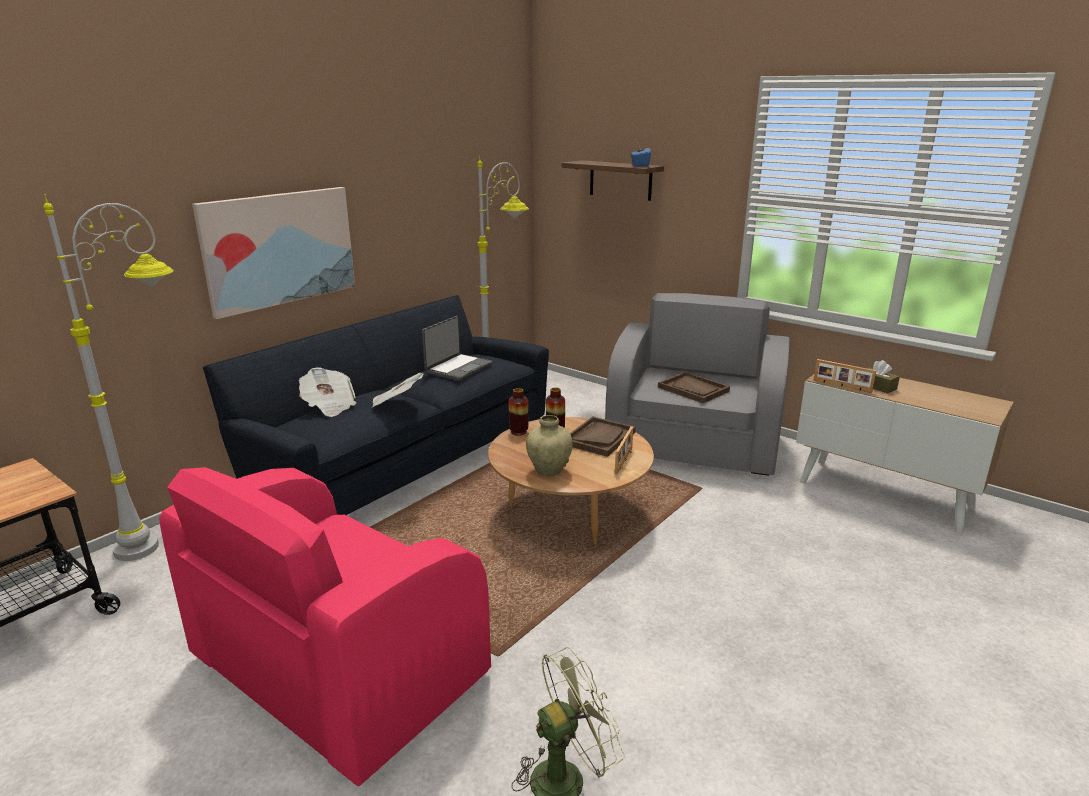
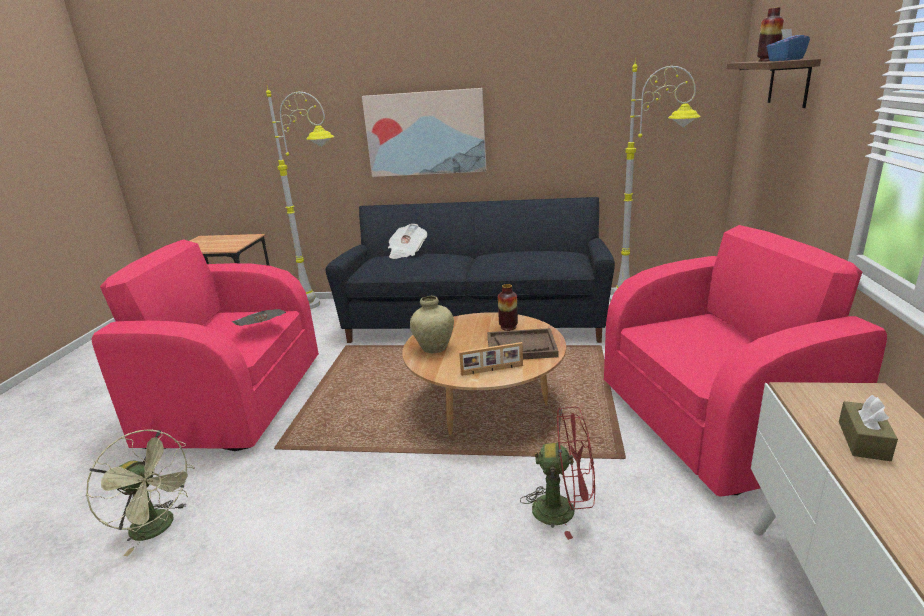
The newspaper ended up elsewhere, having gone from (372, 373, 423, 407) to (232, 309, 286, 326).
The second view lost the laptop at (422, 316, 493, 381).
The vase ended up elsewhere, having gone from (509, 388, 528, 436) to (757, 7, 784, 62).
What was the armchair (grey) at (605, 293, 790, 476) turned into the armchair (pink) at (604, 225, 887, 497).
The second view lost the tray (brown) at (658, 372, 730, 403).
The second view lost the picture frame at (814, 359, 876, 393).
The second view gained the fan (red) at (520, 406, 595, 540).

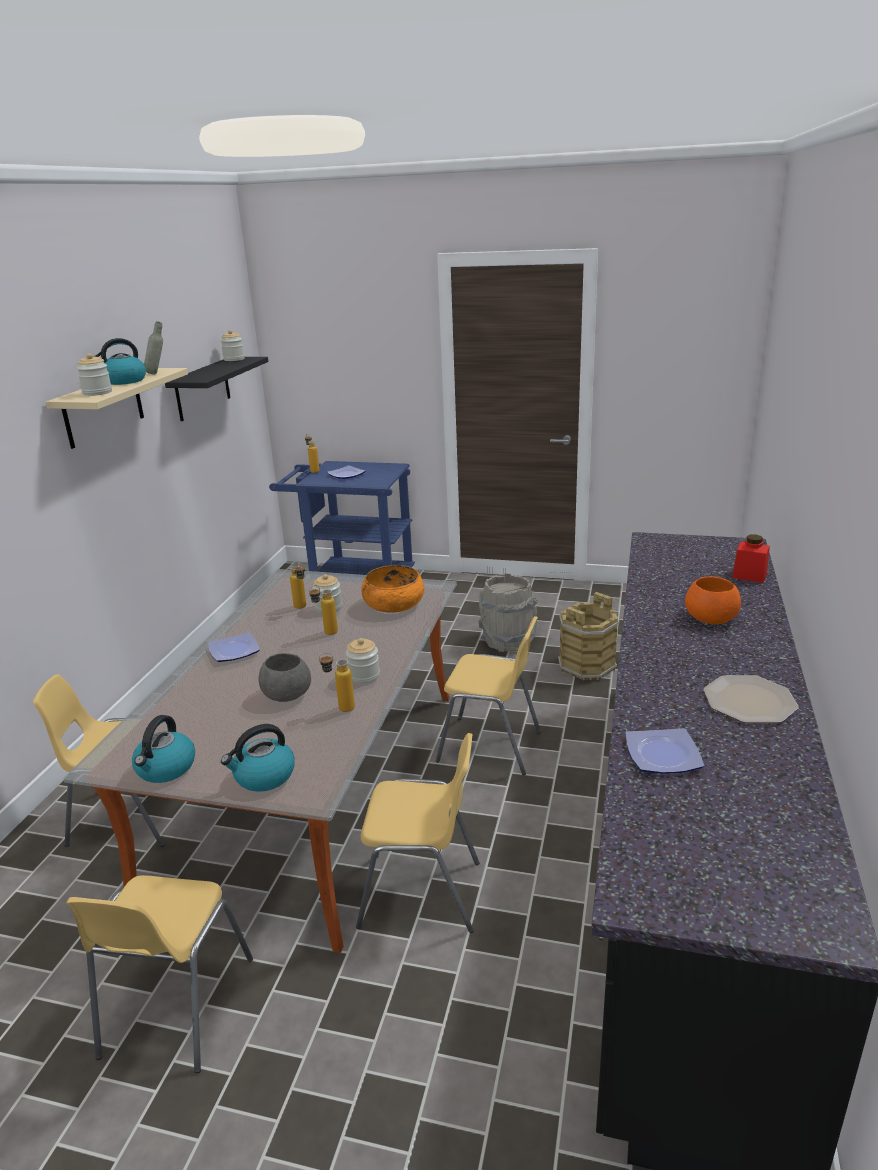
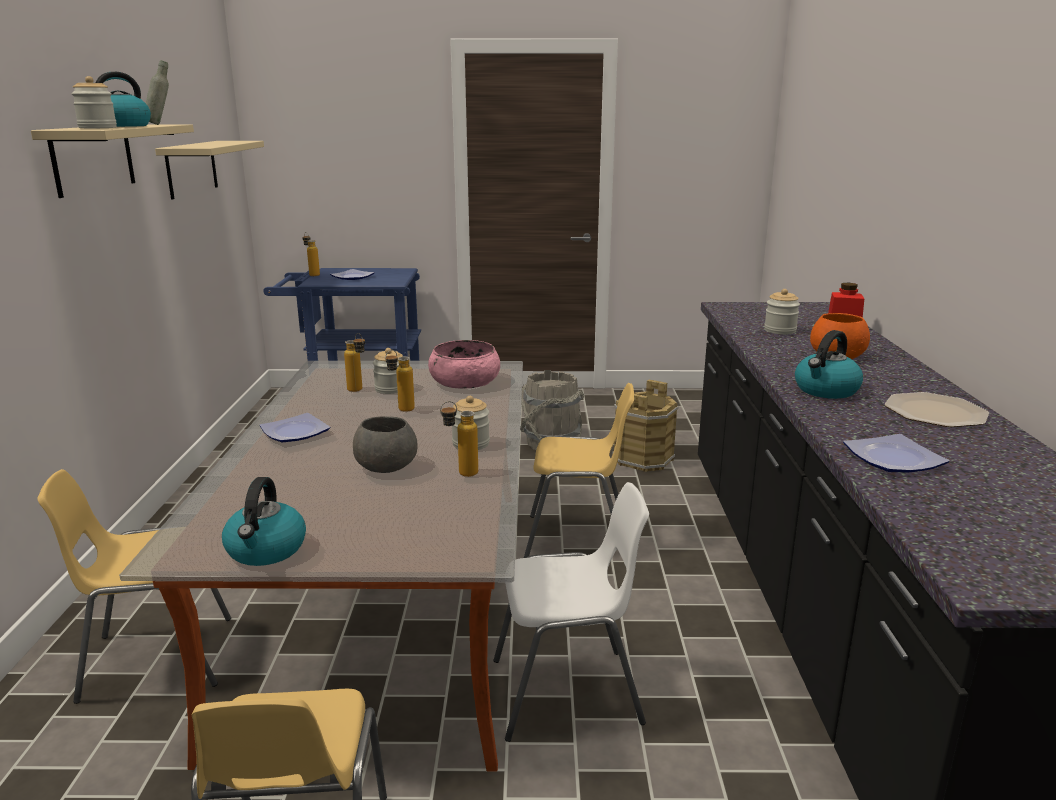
What was the shelf (black) at (165, 357, 268, 421) turned into the shelf (beige) at (155, 141, 264, 199).
The jar ended up elsewhere, having gone from (221, 330, 245, 361) to (764, 289, 800, 335).
The kettle ended up elsewhere, having gone from (221, 724, 295, 792) to (795, 330, 863, 399).
What was the chair (yellow) at (356, 733, 479, 933) turned into the chair (white) at (493, 482, 649, 742).
What was the bowl (orange) at (361, 565, 424, 613) turned into the bowl (pink) at (428, 340, 500, 388).

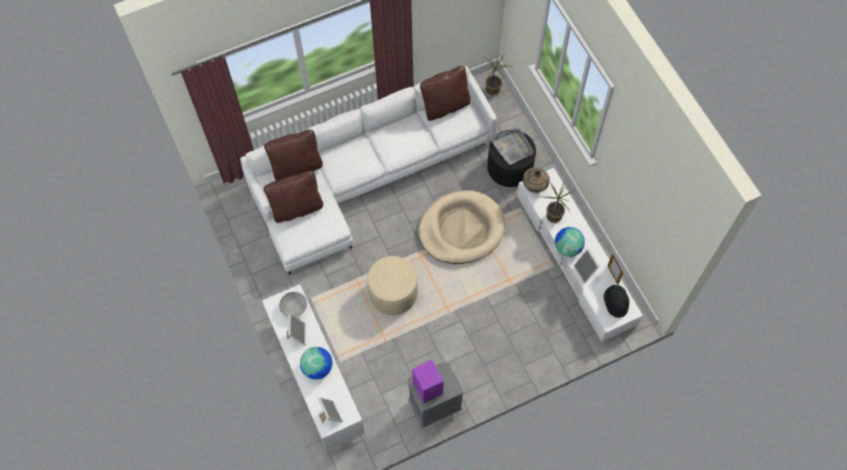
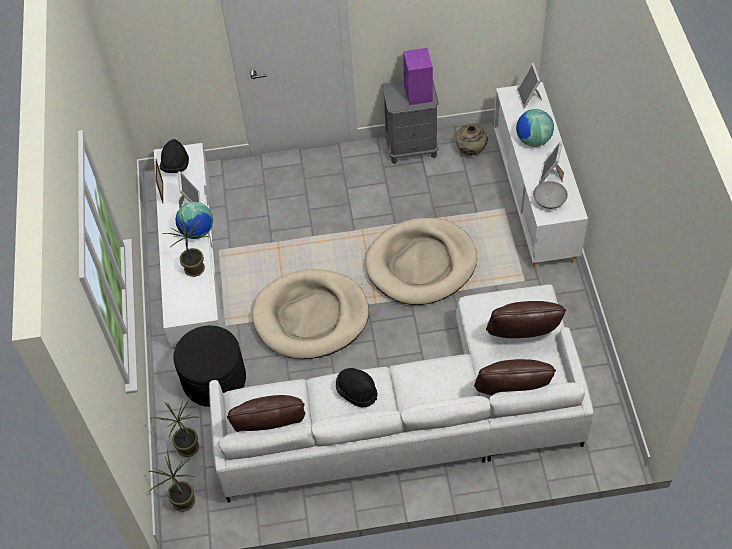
Where the ottoman (beige) stood at (367, 256, 417, 315), the dog bed (beige) came to stand at (365, 218, 478, 305).
The second view lost the tray (grey) at (491, 128, 533, 165).
The vase (beige) ended up elsewhere, having gone from (523, 168, 550, 193) to (456, 124, 488, 155).
The second view gained the potted plant at (149, 397, 199, 457).
The second view gained the hat (black) at (336, 368, 377, 407).

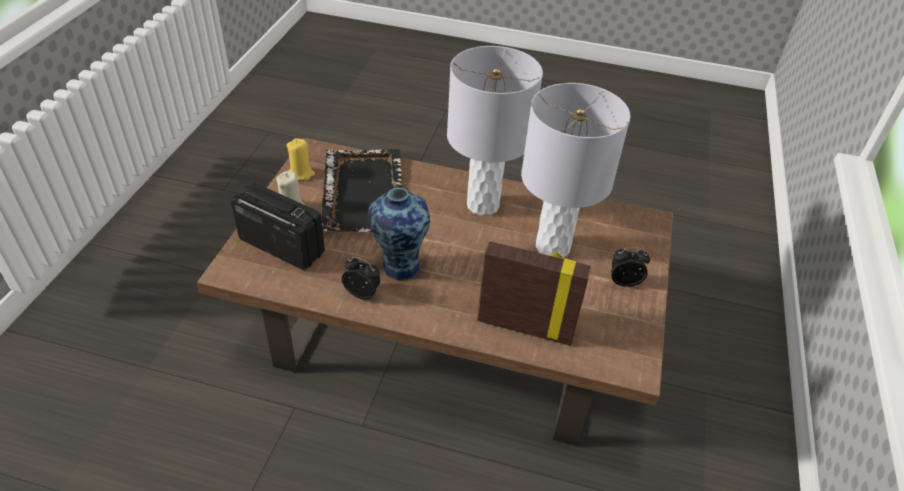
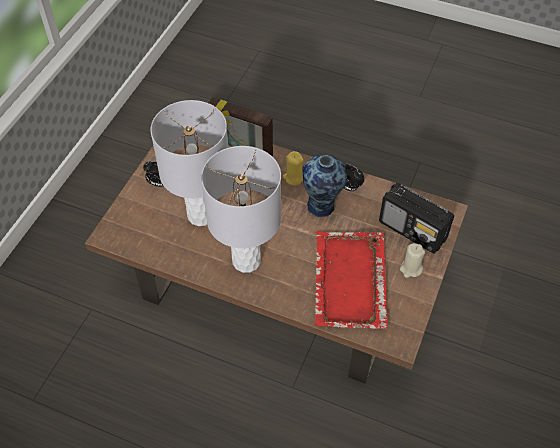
The candle (yellow) ended up elsewhere, having gone from (287, 138, 315, 181) to (283, 151, 303, 186).
What was the tray (black) at (321, 149, 402, 232) turned into the tray (red) at (315, 231, 388, 329).

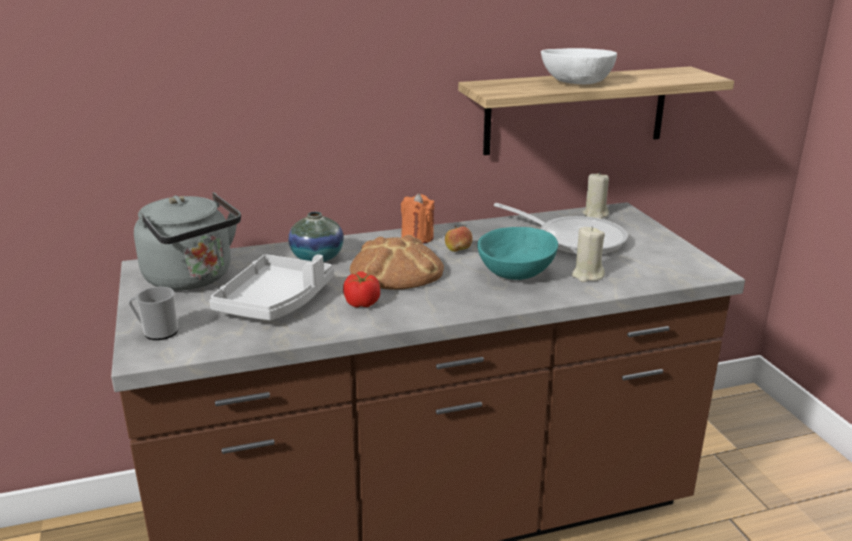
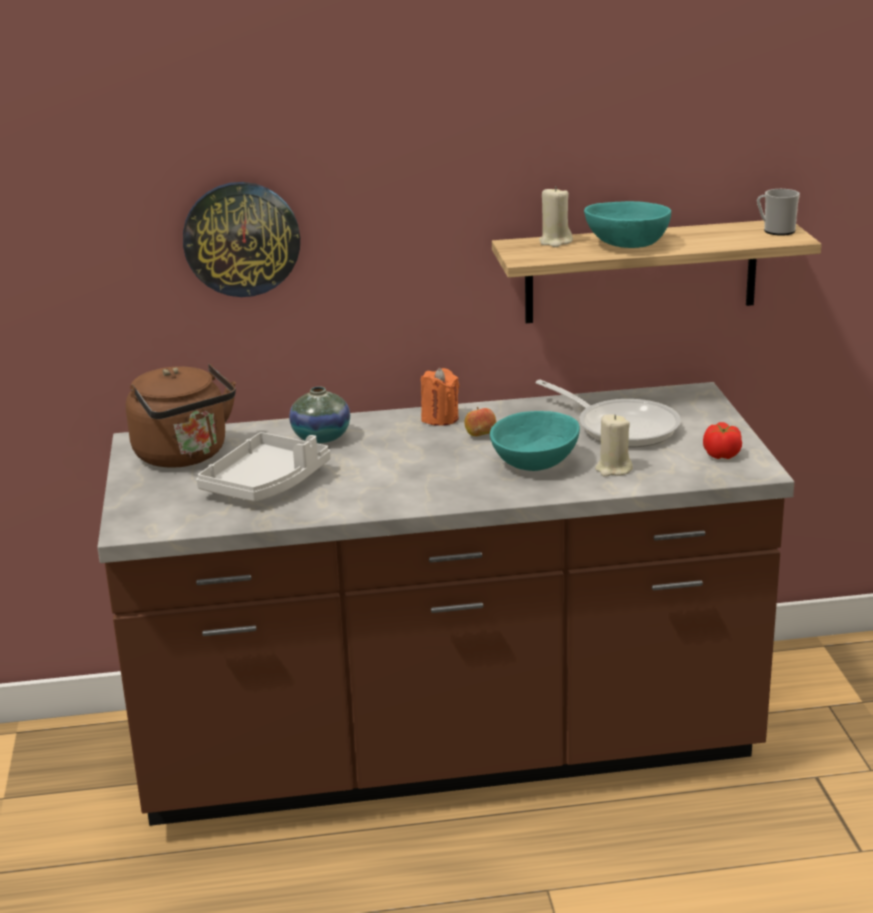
The mug ended up elsewhere, having gone from (128, 287, 178, 340) to (757, 189, 800, 236).
What was the kettle (grey) at (134, 192, 241, 291) turned into the kettle (brown) at (126, 364, 236, 468).
The tomato ended up elsewhere, having gone from (343, 272, 380, 308) to (703, 422, 742, 459).
The second view lost the bread at (350, 235, 444, 290).
What was the bowl (white) at (541, 48, 617, 84) turned into the bowl (turquoise) at (584, 201, 671, 248).
The candle (beige) ended up elsewhere, having gone from (583, 172, 609, 219) to (539, 186, 573, 247).
The second view gained the wall clock at (183, 182, 300, 297).

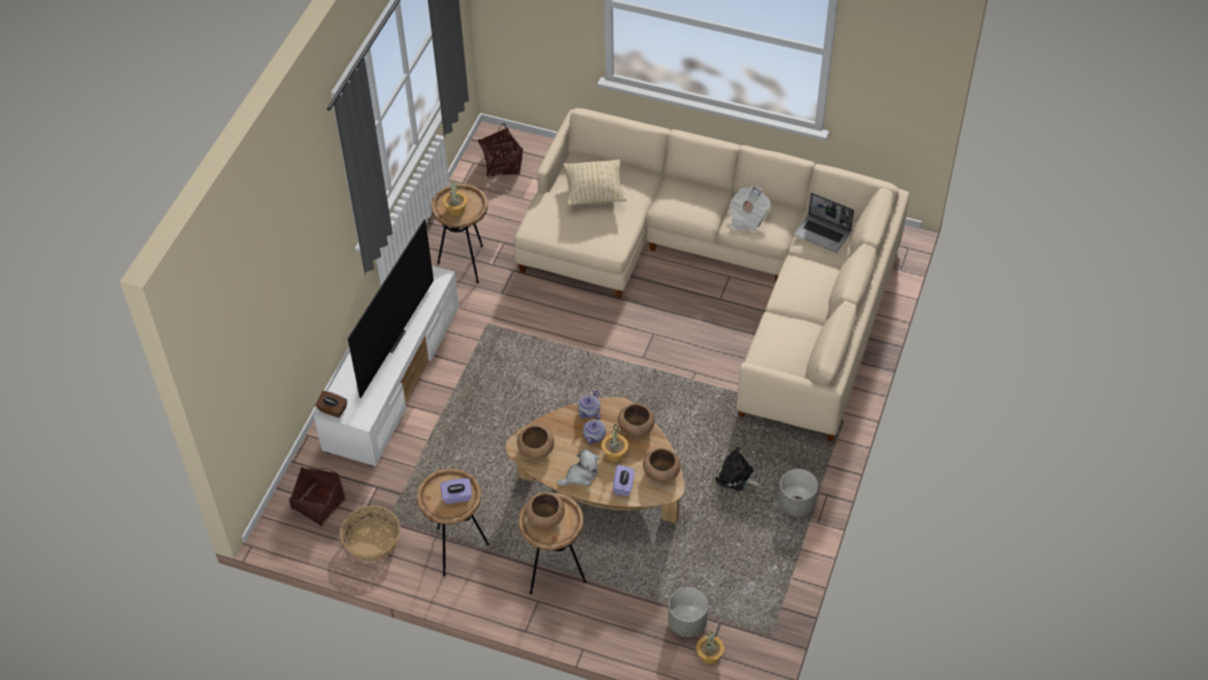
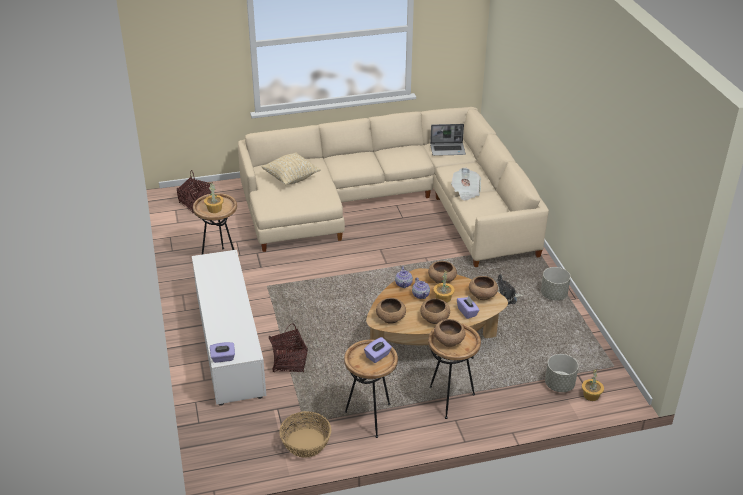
The basket ended up elsewhere, having gone from (289, 467, 345, 527) to (269, 323, 308, 372).
What was the tissue box (brown) at (315, 391, 347, 418) turned into the tissue box (purple) at (210, 342, 235, 363).
The second view lost the television at (348, 219, 434, 398).
Where the plush toy stood at (557, 449, 599, 486), the bowl (brown) came to stand at (420, 298, 450, 324).
The newspaper ended up elsewhere, having gone from (728, 186, 771, 231) to (451, 168, 481, 201).

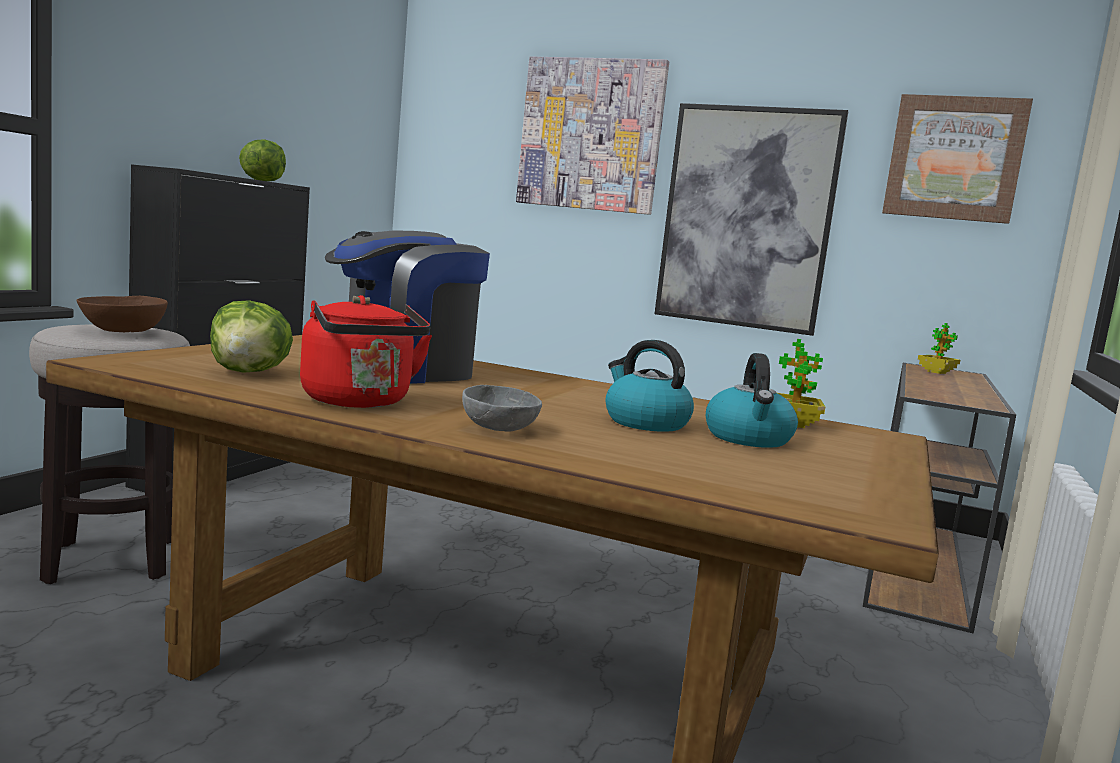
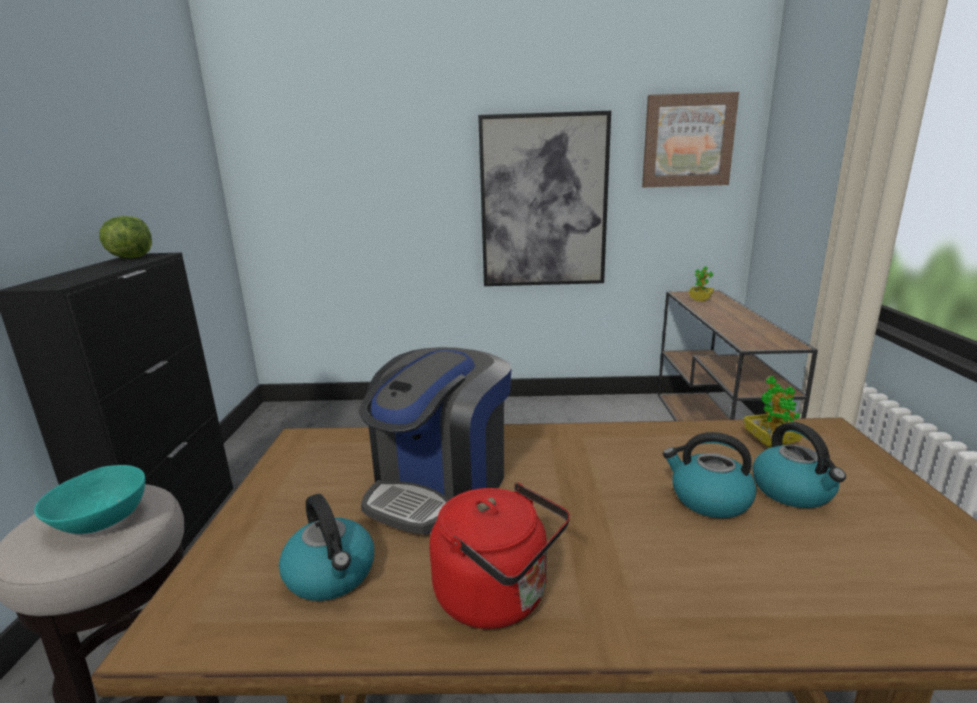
What was the bowl (brown) at (76, 296, 168, 332) turned into the bowl (turquoise) at (34, 465, 145, 534).
Where the lettuce stood at (210, 300, 293, 373), the kettle came to stand at (279, 494, 374, 601).
The second view lost the bowl (grey) at (462, 385, 542, 432).
The second view lost the picture at (516, 56, 669, 215).

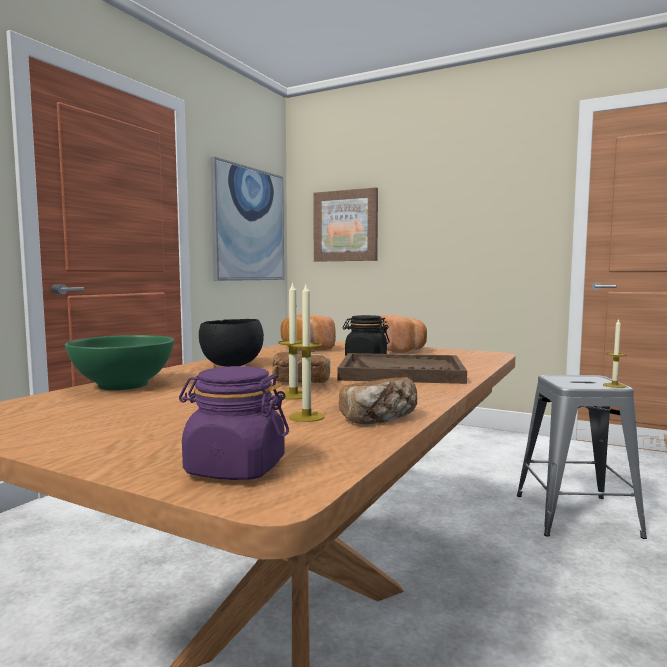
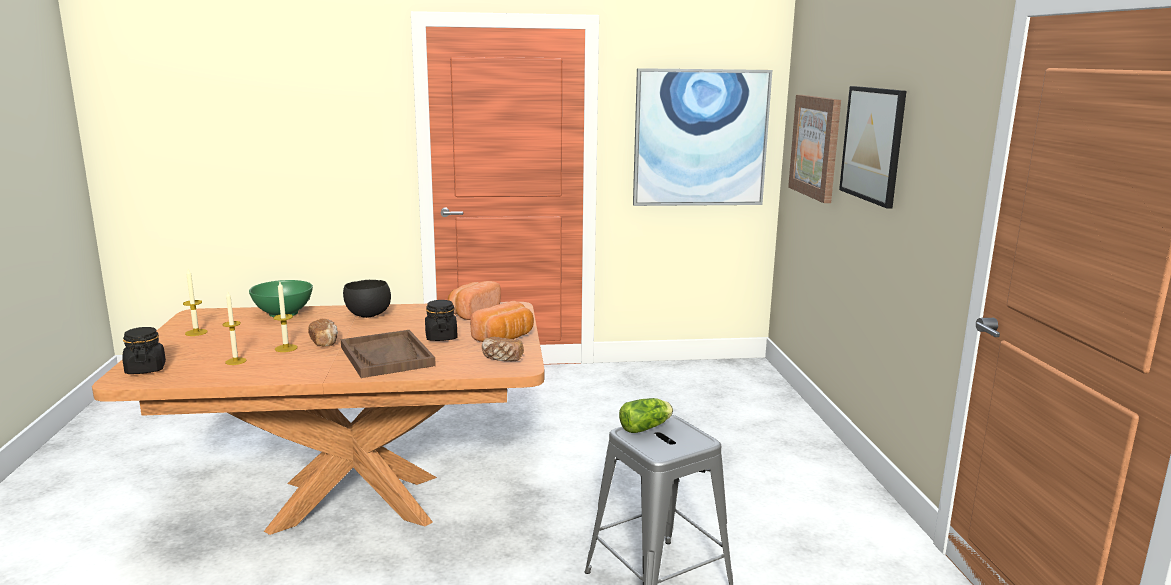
What was the jar (purple) at (179, 366, 289, 480) turned into the jar (black) at (122, 327, 166, 374).
The bread ended up elsewhere, having gone from (339, 377, 417, 424) to (482, 337, 524, 361).
The candle ended up elsewhere, having gone from (603, 319, 627, 388) to (183, 269, 208, 336).
The second view gained the lettuce at (619, 398, 673, 433).
The second view gained the picture at (839, 86, 907, 208).

